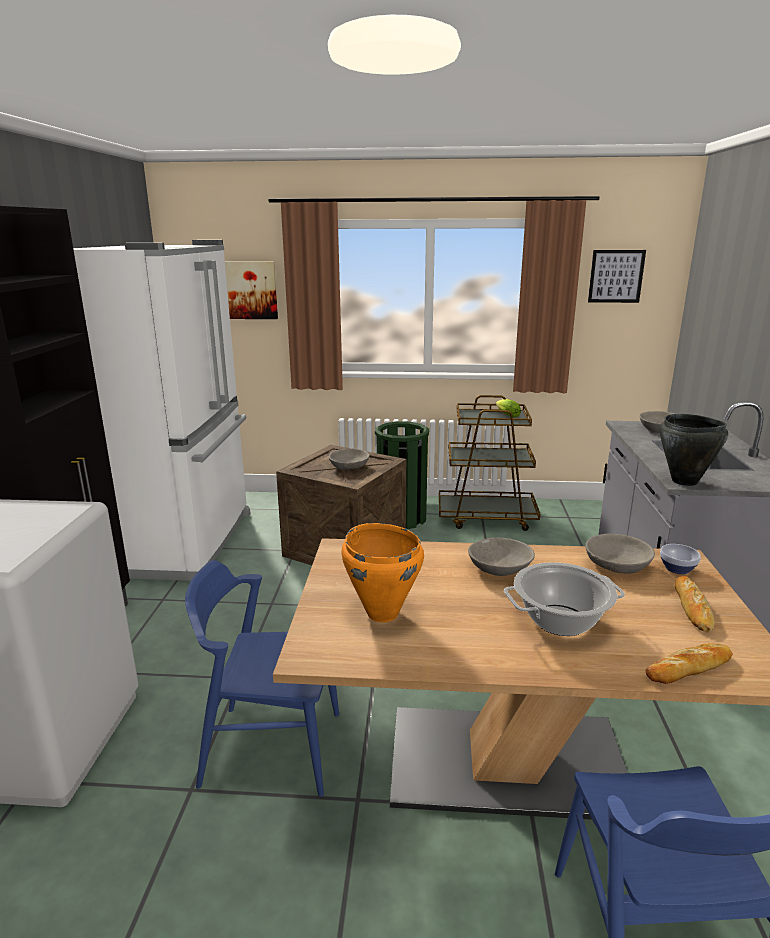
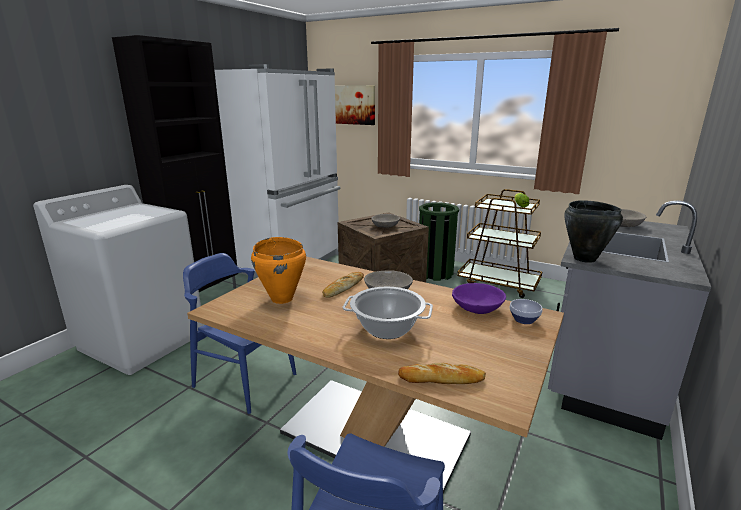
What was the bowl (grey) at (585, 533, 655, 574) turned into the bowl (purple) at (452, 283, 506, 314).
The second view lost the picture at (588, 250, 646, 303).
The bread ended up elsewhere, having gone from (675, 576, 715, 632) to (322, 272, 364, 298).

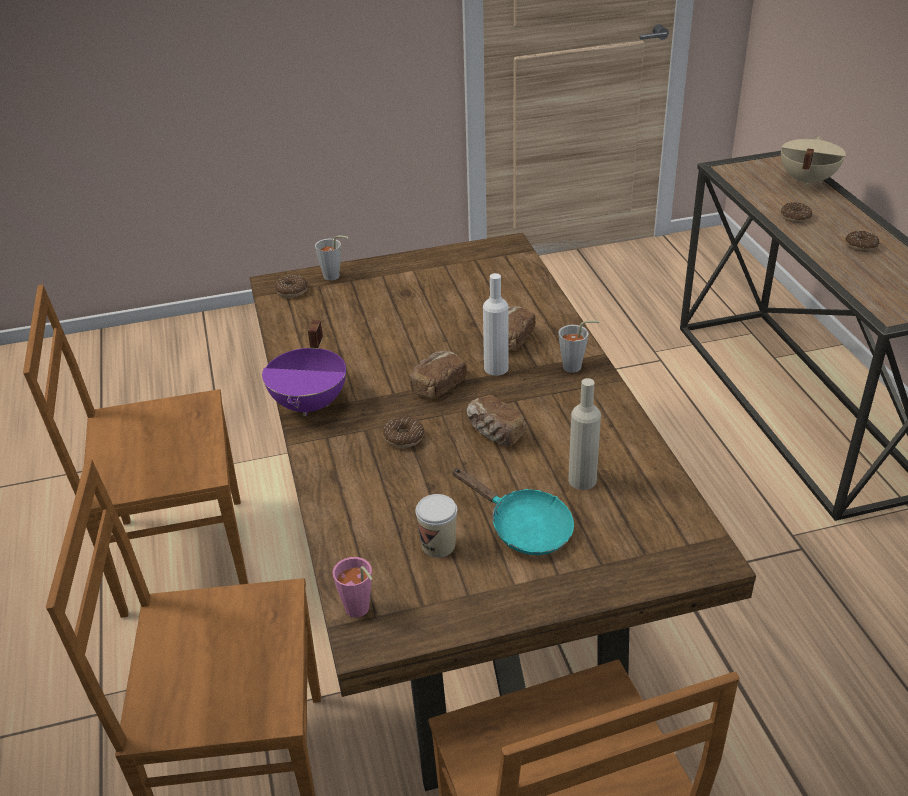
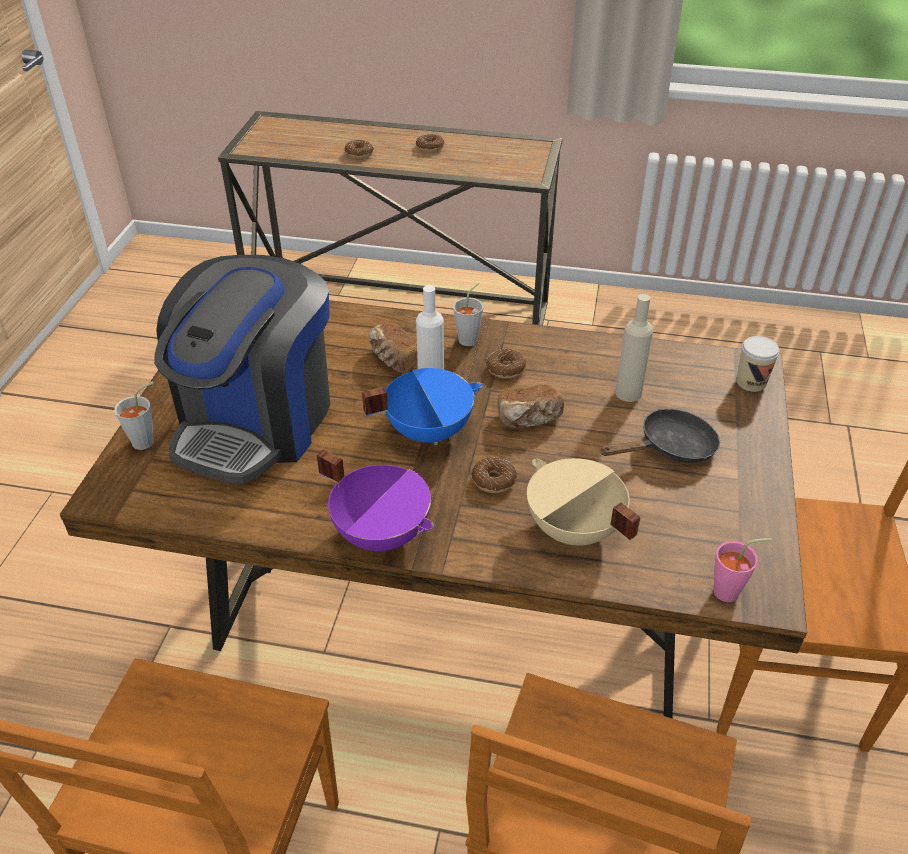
The donut ended up elsewhere, having gone from (275, 275, 308, 298) to (486, 349, 526, 379).
Where the bread stood at (410, 351, 467, 399), the cooking pot (blue) came to stand at (362, 368, 483, 445).
The cup ended up elsewhere, having gone from (415, 494, 457, 557) to (737, 336, 779, 392).
What was the frying pan (turquoise) at (452, 468, 574, 555) turned into the frying pan (black) at (600, 409, 720, 463).
The cooking pot (beige) ended up elsewhere, having gone from (781, 136, 846, 187) to (527, 458, 641, 546).
The second view gained the coffee machine at (154, 255, 330, 484).

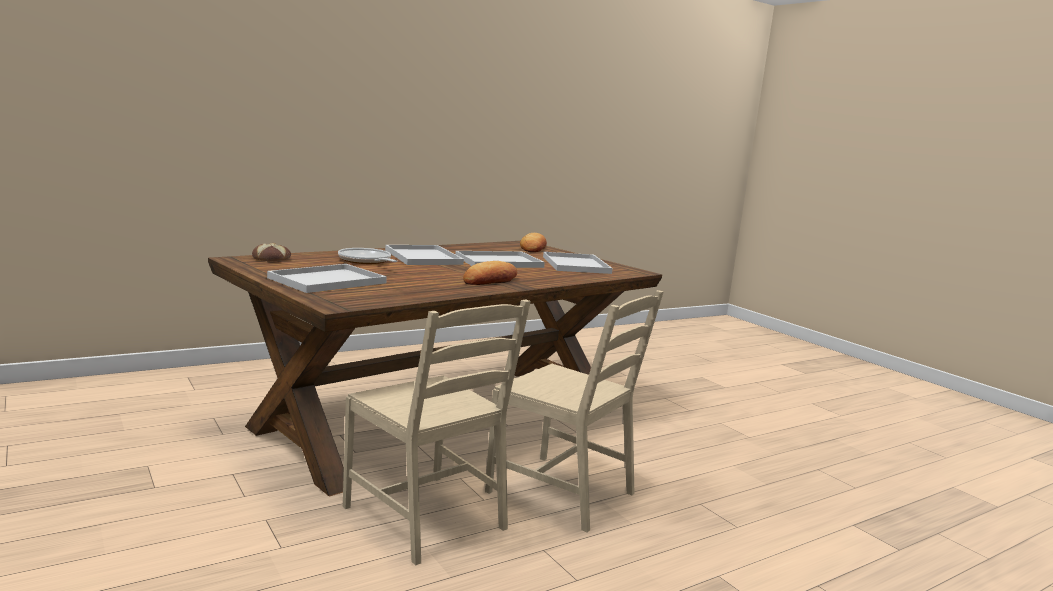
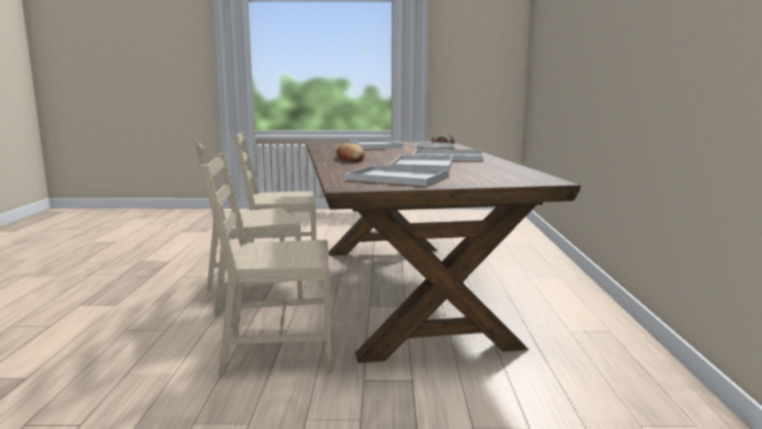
The second view lost the bread at (520, 233, 547, 252).
The second view gained the chair (beige) at (201, 153, 332, 374).

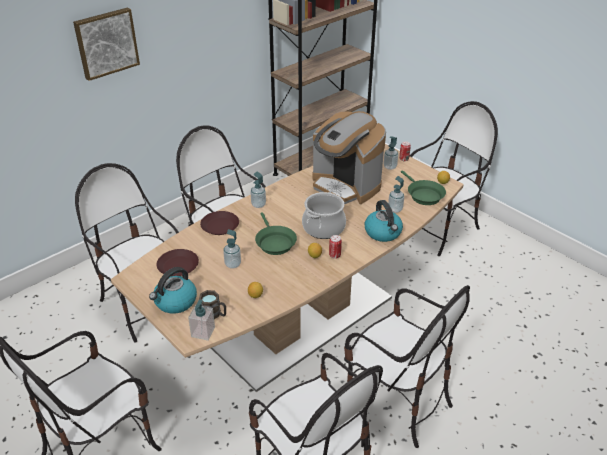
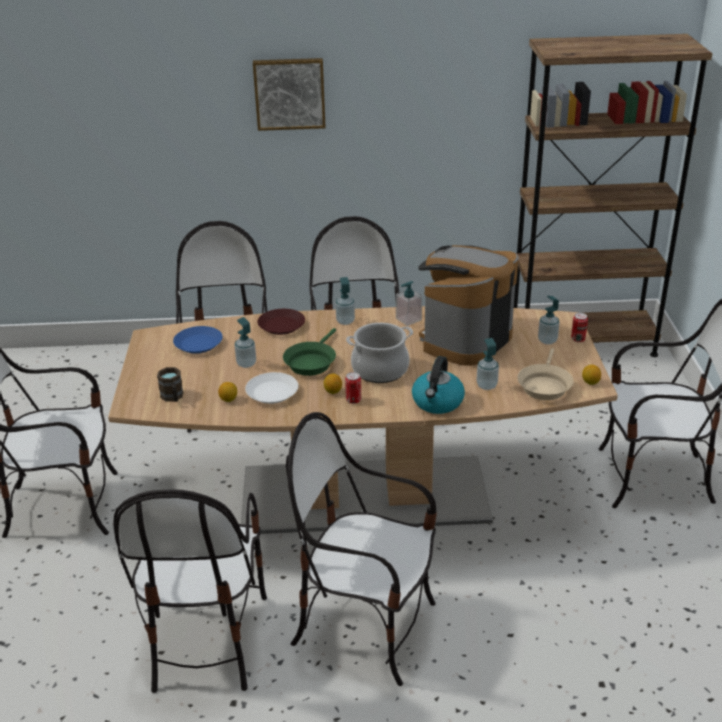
The second view lost the kettle at (149, 267, 197, 314).
What was the plate (brown) at (156, 249, 199, 276) turned into the plate (blue) at (173, 326, 223, 354).
The soap dispenser ended up elsewhere, having gone from (188, 300, 215, 341) to (396, 281, 422, 326).
The coffee machine at (312, 111, 386, 204) ended up facing another way, 45 degrees clockwise from before.
The chair at (344, 285, 470, 448) ended up facing another way, 120 degrees clockwise from before.
What was the frying pan (green) at (401, 170, 446, 205) turned into the frying pan (beige) at (517, 348, 574, 400).
The second view gained the plate (white) at (245, 372, 298, 404).

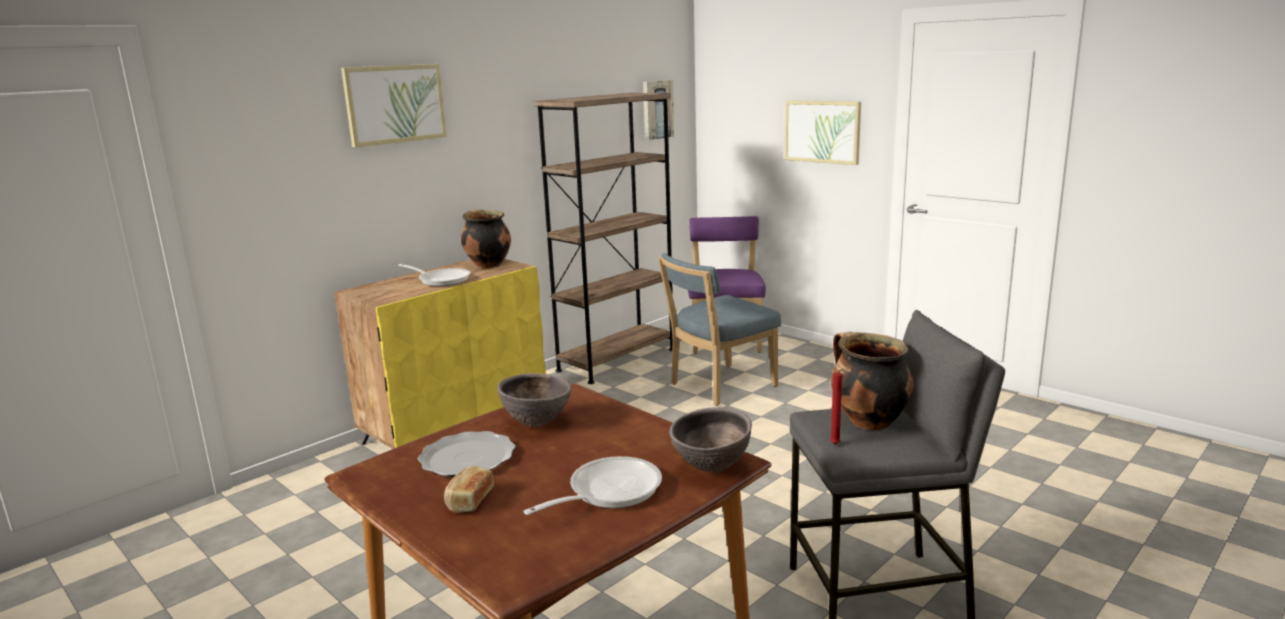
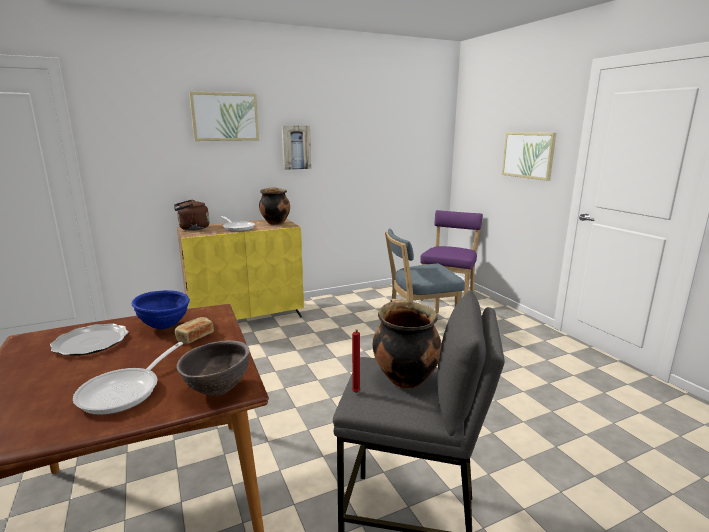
The bread ended up elsewhere, having gone from (444, 466, 494, 513) to (175, 317, 214, 344).
What was the bowl (brown) at (497, 373, 572, 427) turned into the bowl (blue) at (132, 290, 190, 330).
The frying pan at (523, 456, 662, 515) ended up facing another way, 135 degrees clockwise from before.
The second view lost the bookcase (brown) at (534, 93, 673, 384).
The picture ended up elsewhere, having gone from (643, 80, 674, 140) to (282, 126, 311, 170).
The second view gained the kettle (brown) at (174, 200, 209, 230).

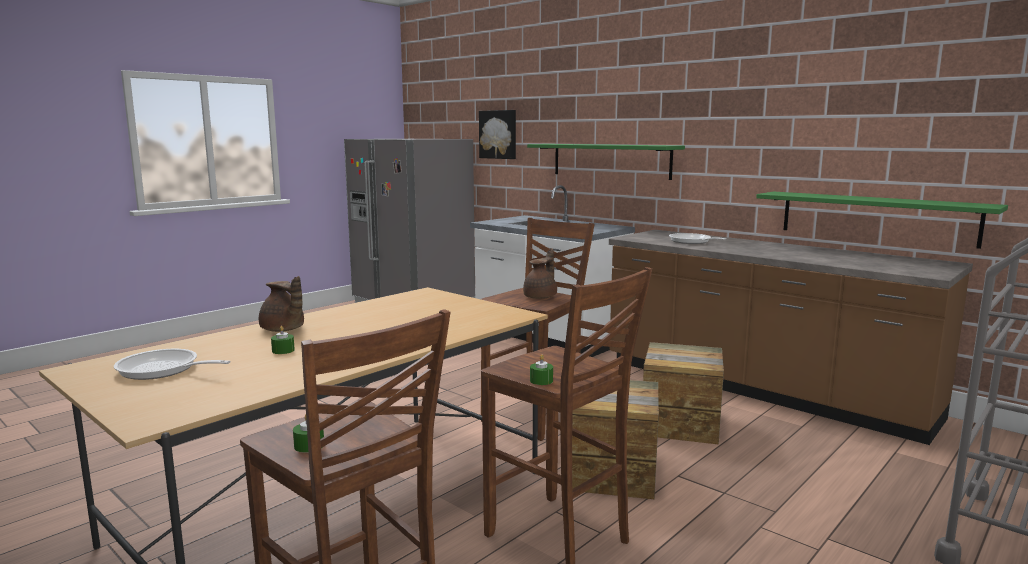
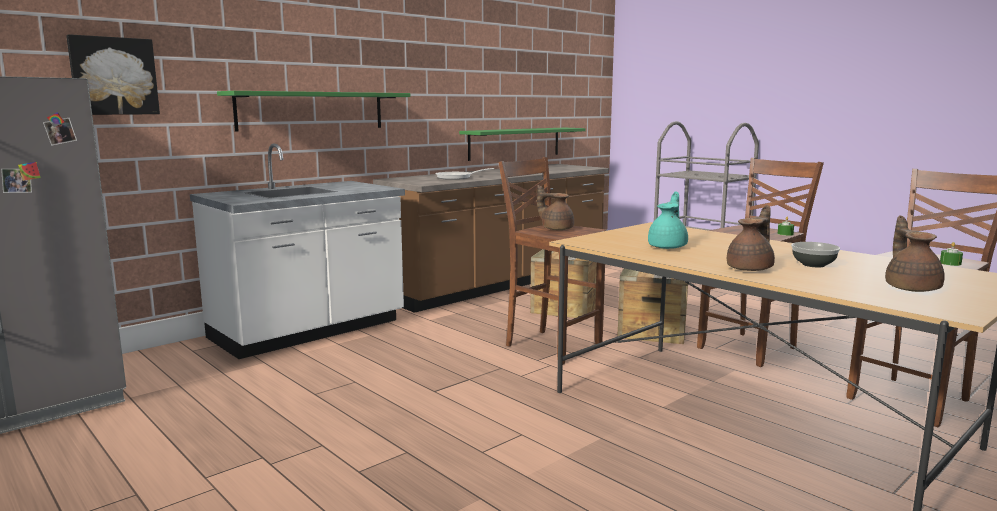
Where the frying pan stood at (114, 349, 231, 380), the teapot (brown) came to stand at (885, 215, 945, 292).
Where the candle (green) stood at (271, 326, 295, 354), the bowl came to stand at (791, 242, 840, 267).
The second view gained the teapot (turquoise) at (648, 191, 688, 249).

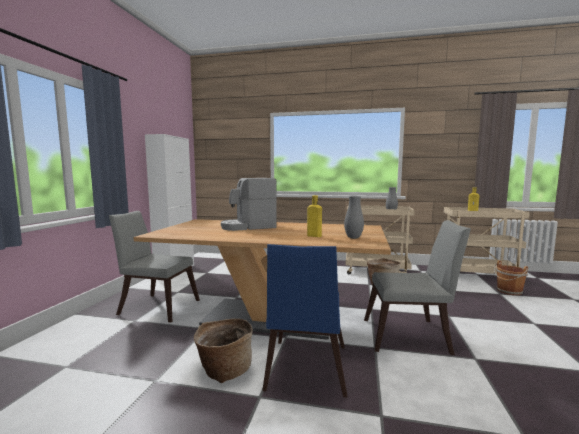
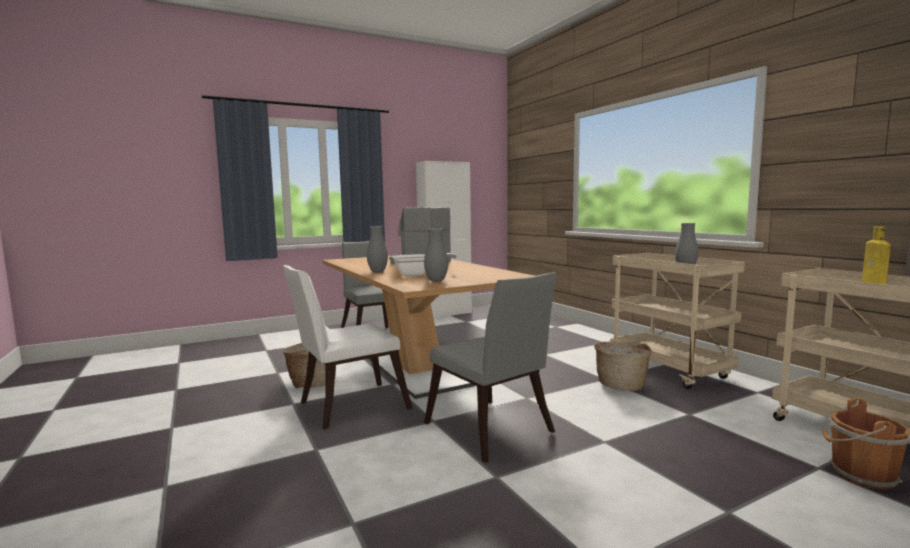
What was the chair (blue) at (262, 244, 347, 398) turned into the chair (white) at (283, 265, 412, 430).
Where the bottle (yellow) stood at (307, 195, 322, 237), the frying pan came to stand at (392, 253, 457, 277).
The second view gained the vase (grey) at (367, 226, 388, 272).

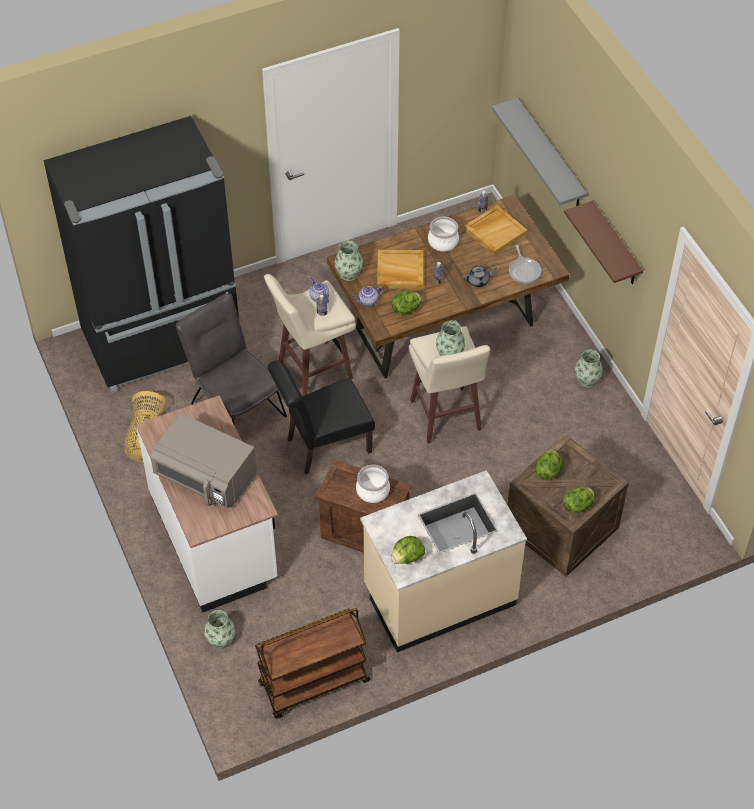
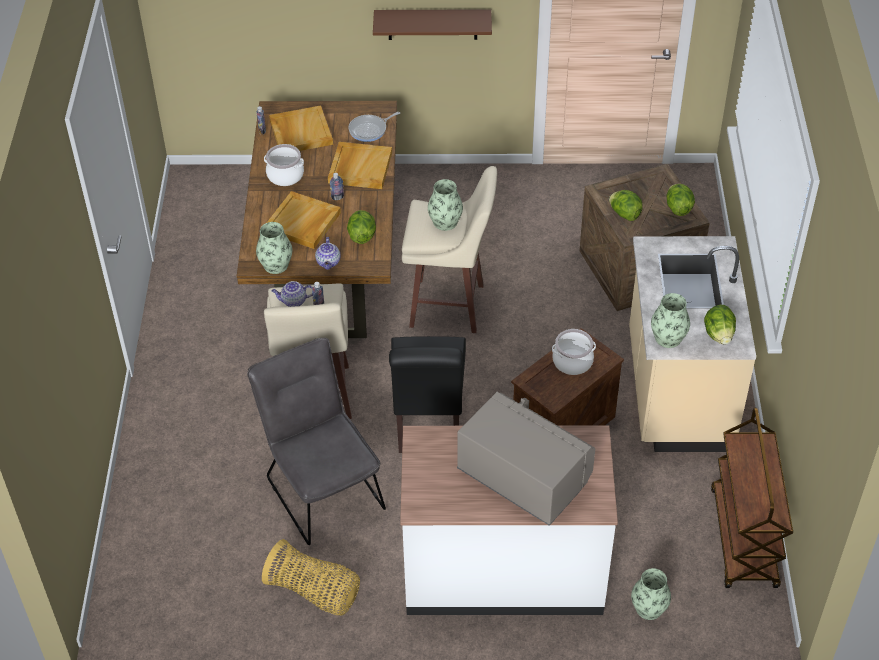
The second view lost the fridge (black) at (43, 116, 239, 394).
The microwave (grey) at (151, 413, 257, 508) ended up facing another way, 105 degrees counterclockwise from before.
The chair (grey) at (176, 293, 287, 426) ended up facing another way, 75 degrees clockwise from before.
Where the teapot (grey) stood at (462, 266, 497, 287), the tray (beige) came to stand at (328, 142, 392, 189).
The second view lost the shelf (grey) at (492, 98, 587, 206).
The frying pan at (509, 245, 541, 284) ended up facing another way, 135 degrees clockwise from before.
The vase ended up elsewhere, having gone from (575, 350, 603, 387) to (651, 293, 690, 348).

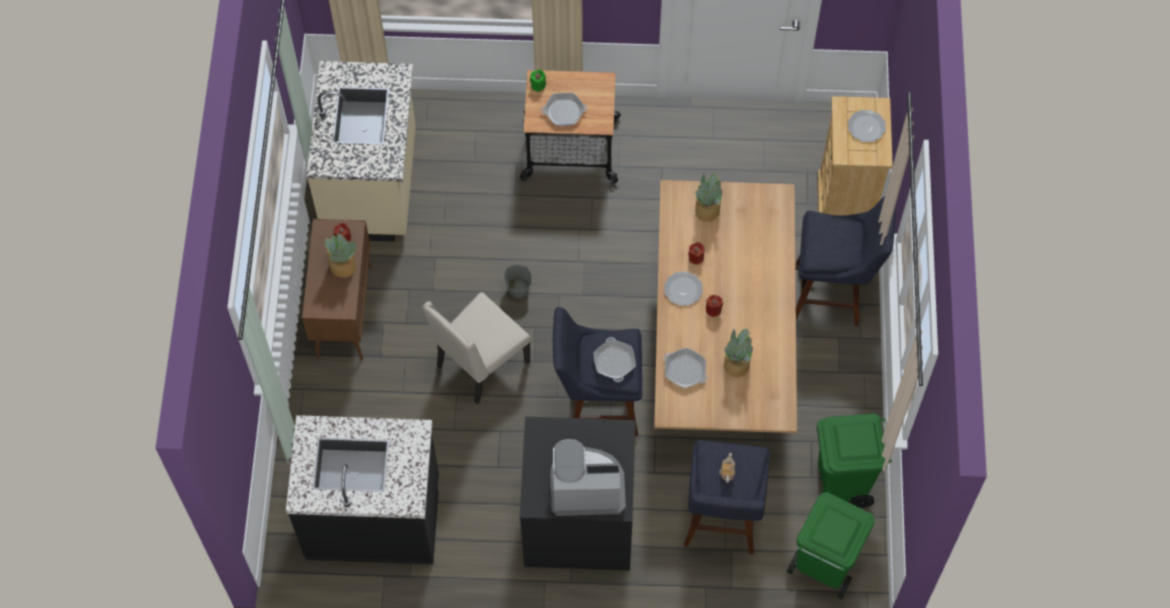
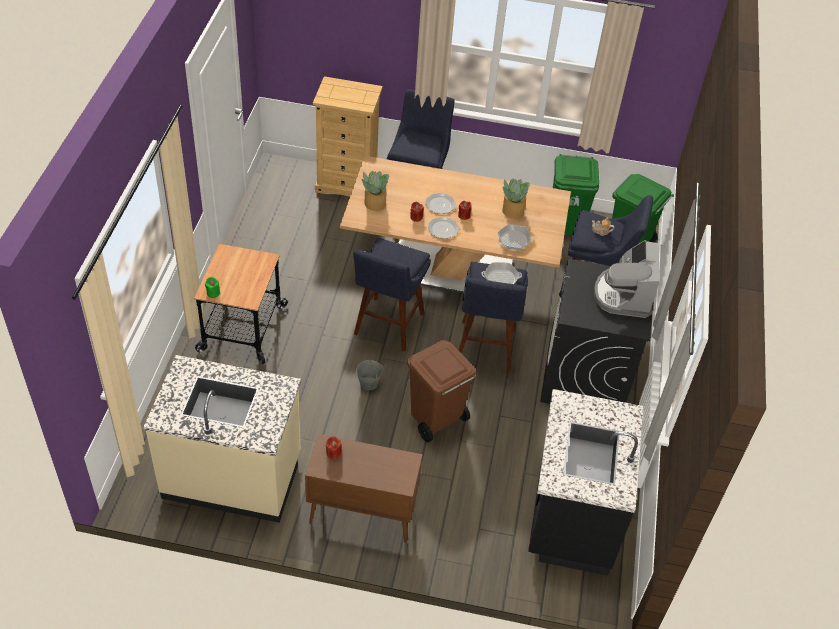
The second view lost the potted plant at (324, 233, 357, 278).
Where the chair (beige) stood at (422, 292, 531, 404), the trash can (brown) came to stand at (407, 340, 476, 442).
The second view lost the frying pan at (541, 92, 587, 126).
The plate ended up elsewhere, having gone from (848, 110, 886, 142) to (425, 193, 456, 214).
The second view gained the stool (blue) at (353, 238, 431, 352).

